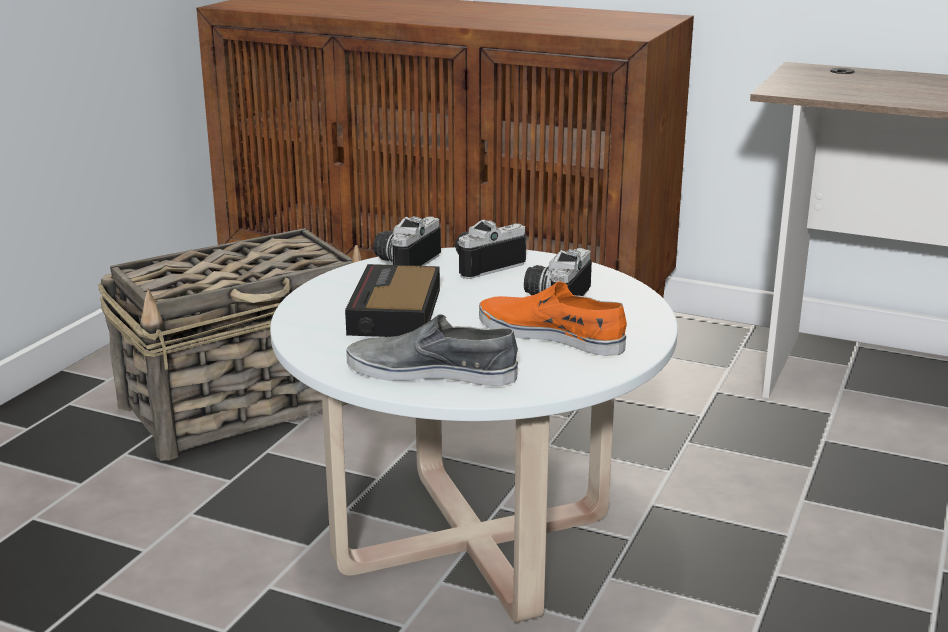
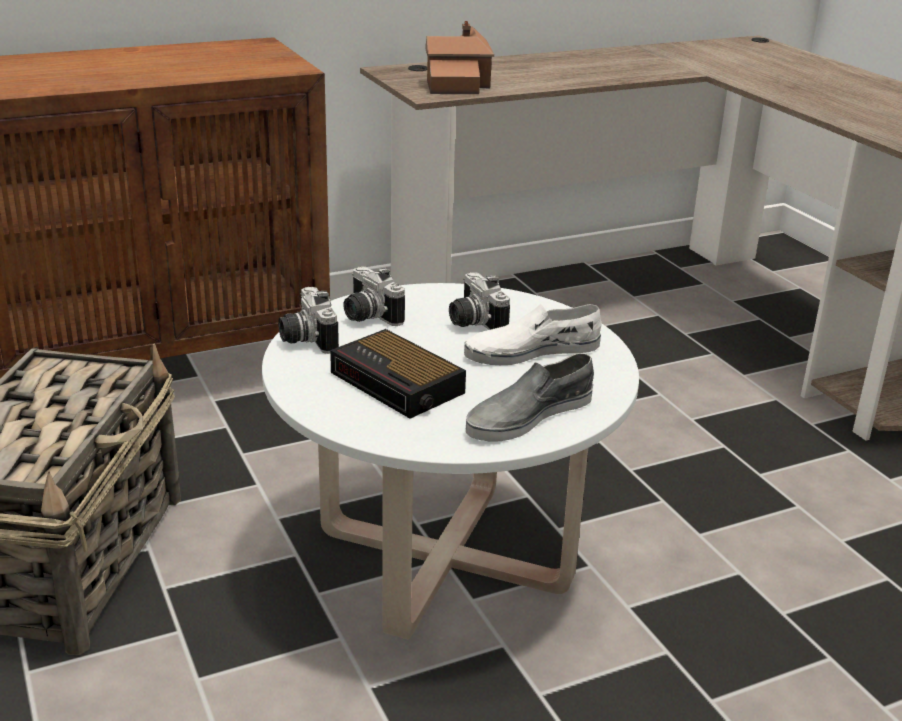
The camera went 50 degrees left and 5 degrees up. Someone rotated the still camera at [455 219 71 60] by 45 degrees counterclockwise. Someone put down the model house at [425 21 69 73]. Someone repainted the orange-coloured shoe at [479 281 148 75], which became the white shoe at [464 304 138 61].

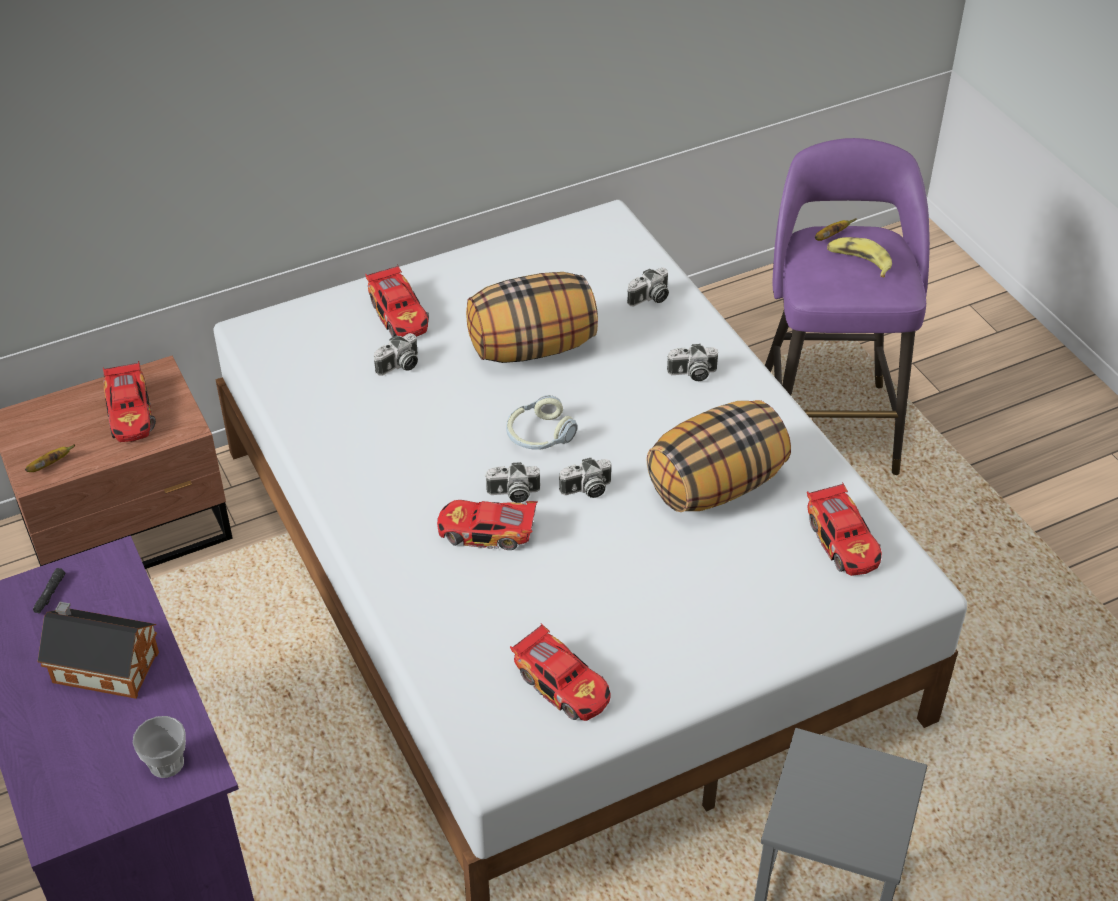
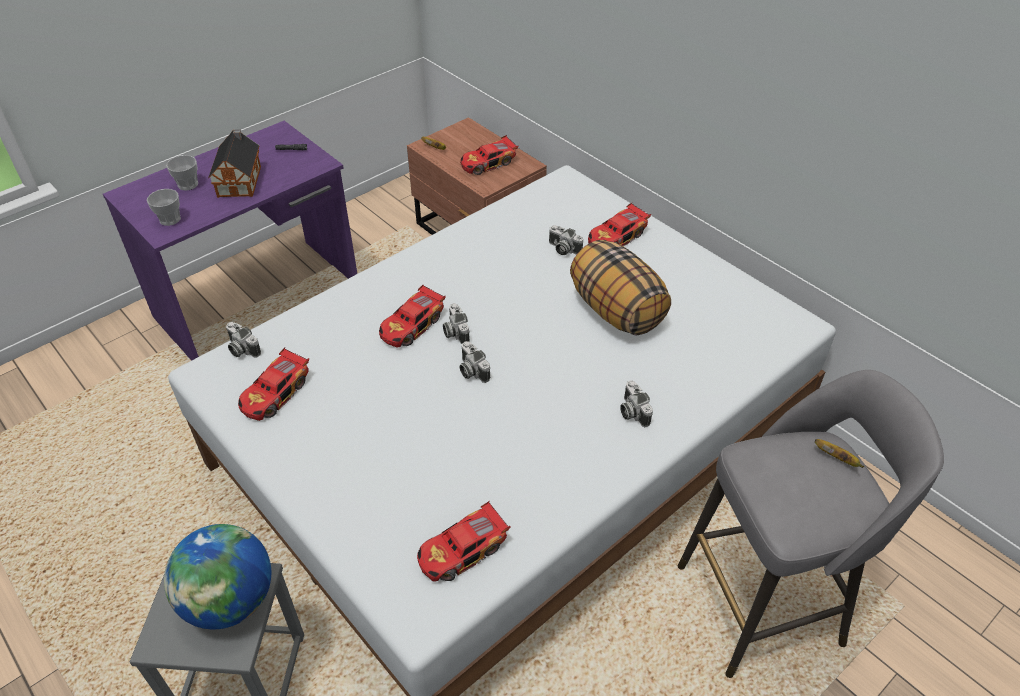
The camera went 75 degrees right and 0 degrees up. Someone put down the world globe at [164 524 107 105]. Someone put down the small cup at [166 155 32 36]. Someone carried the still camera from [627 267 42 39] to [226 322 35 35]. Someone rotated the miniature car at [437 500 101 50] by 135 degrees counterclockwise. Someone repainted the purplish stool at [765 138 165 337], which became the greyish stool at [678 370 266 308]. Someone took away the headset at [506 395 72 55]. Someone took away the throw pillow at [646 400 145 112]. Someone took away the banana at [827 237 65 40].

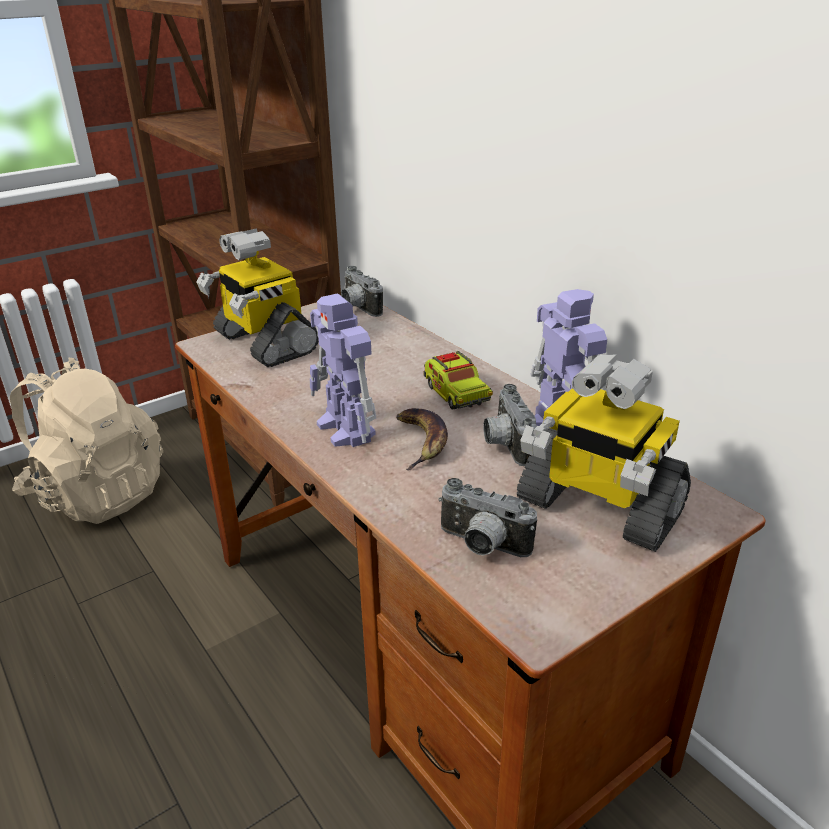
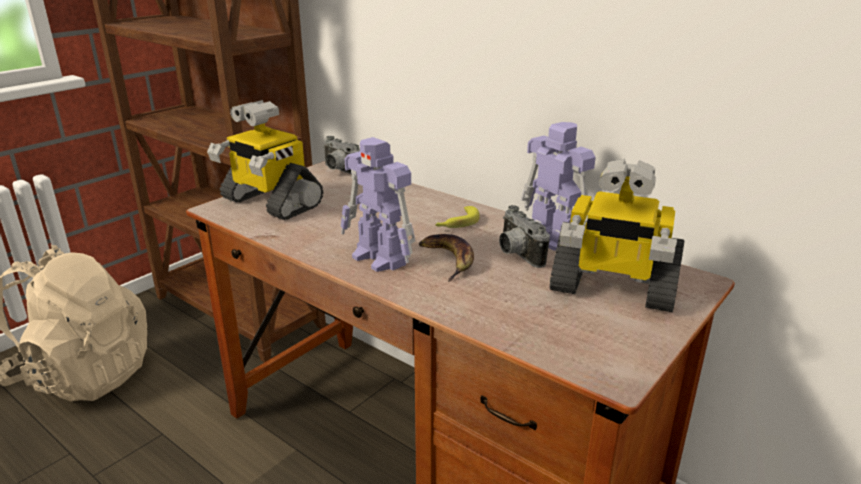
The camera went 15 degrees left and 5 degrees down. Someone swapped the toy truck at [423 351 70 59] for the banana at [435 206 45 22]. Someone took away the still camera at [438 478 99 79].

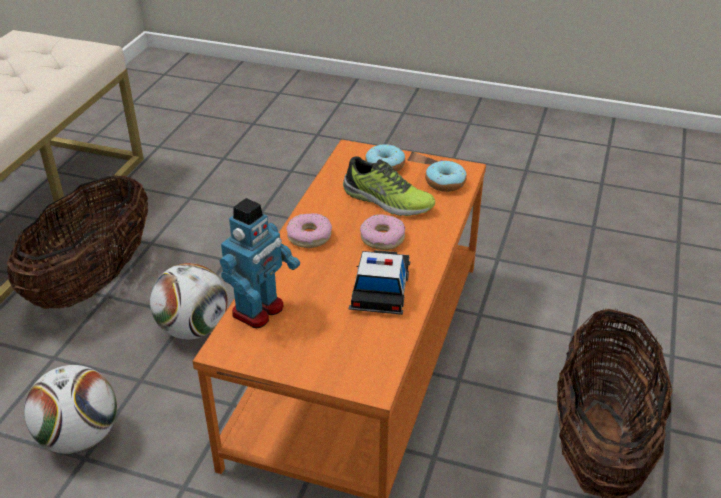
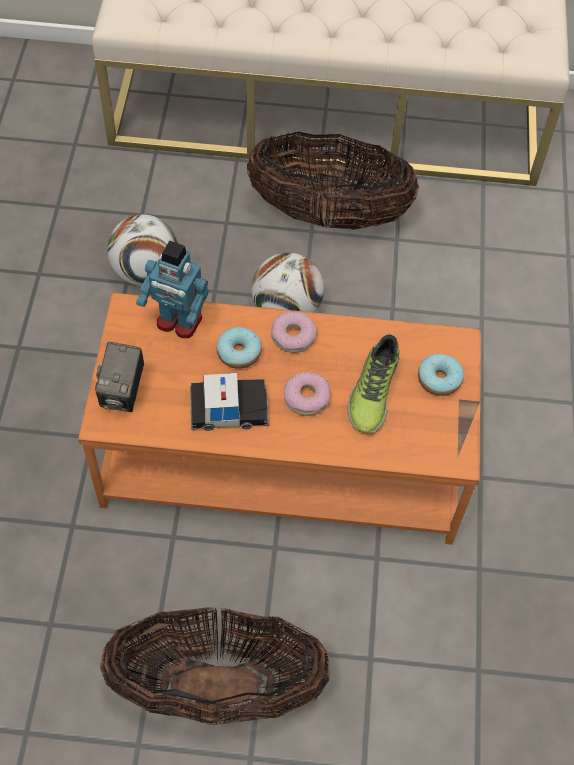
The camera went 75 degrees right and 20 degrees up. Someone put down the still camera at [95 342 49 70]. Someone carried the ring doughnut from [425 160 42 32] to [217 327 45 42].

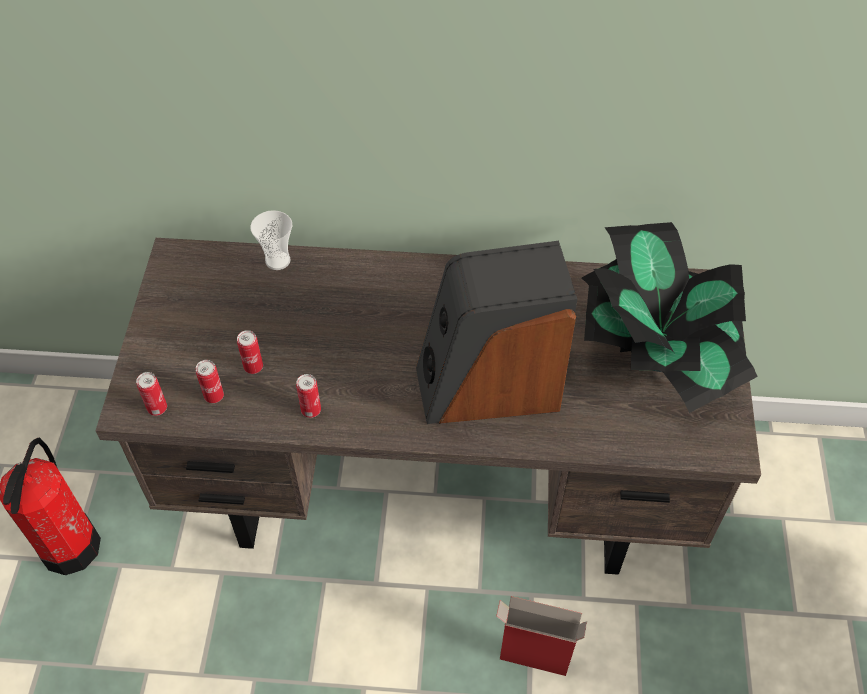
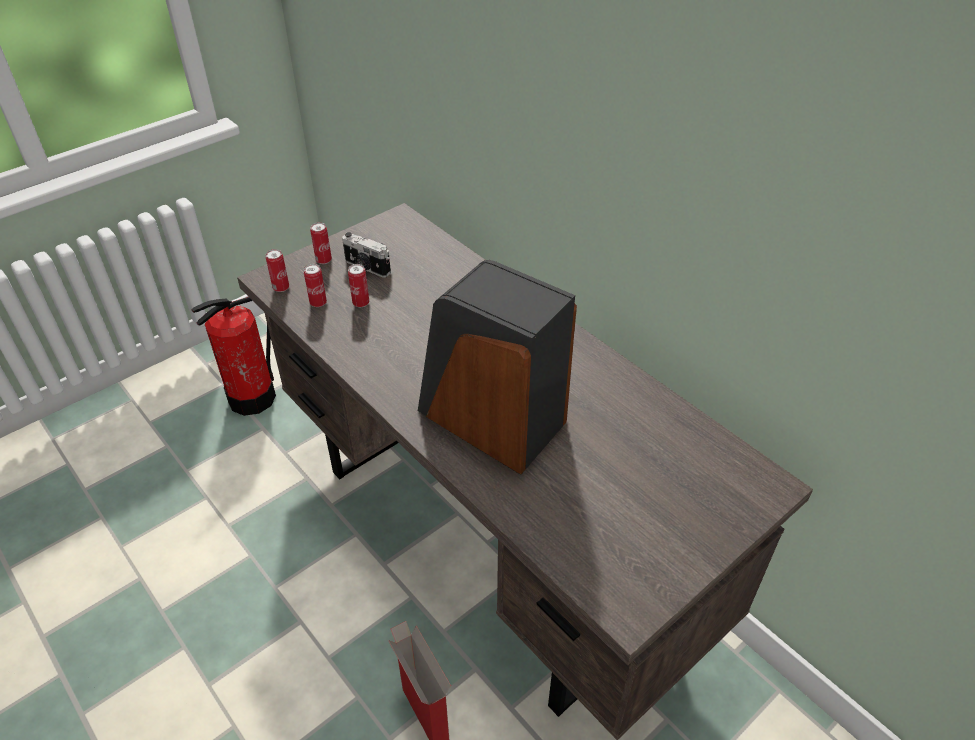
The camera went 45 degrees right and 10 degrees down. Someone carried the sealed can from [296 374 25 44] to [310 222 22 42]. Someone put down the still camera at [342 232 49 46]. Someone took away the small cup at [251 210 41 60]. Someone took away the houseplant at [582 222 176 191].

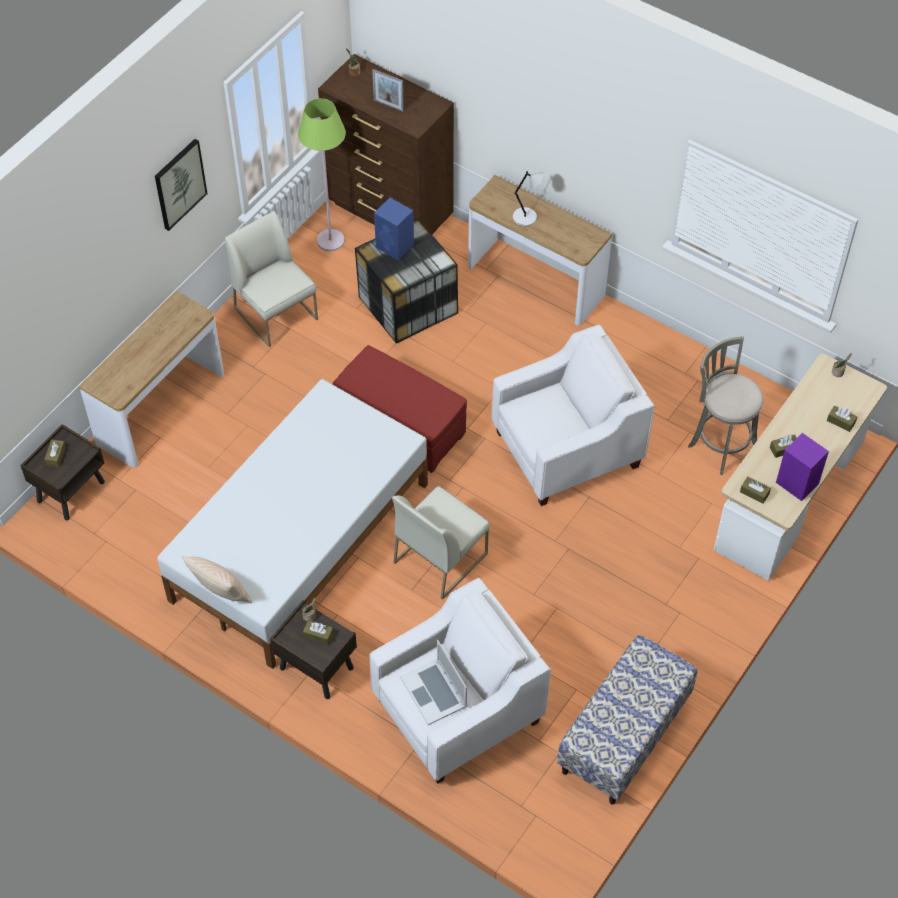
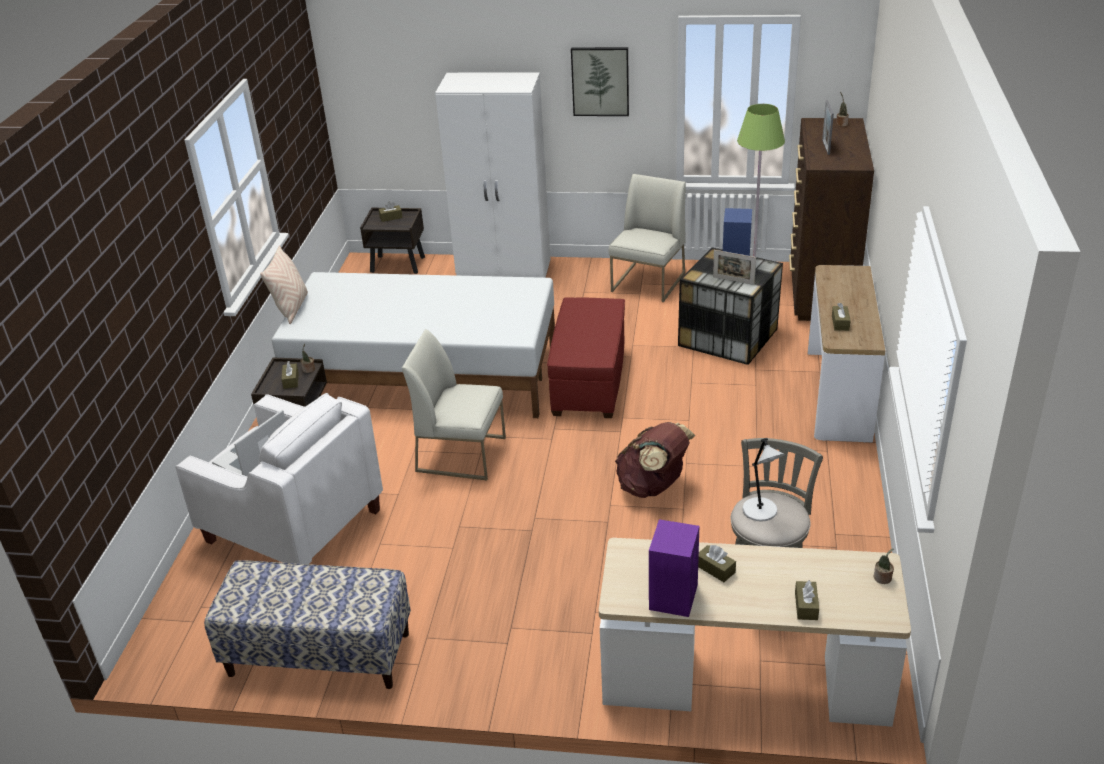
The camera went 65 degrees right and 20 degrees down. Someone swapped the console table at [79 291 145 176] for the white clothes cupboard at [435 73 116 205]. Someone swapped the white easy chair at [491 325 164 181] for the brown knapsack at [615 422 80 76]. Someone put down the photo frame at [713 250 43 35]. Someone carried the greyish tabletop lamp from [513 171 31 55] to [743 438 42 84]. Someone carried the brown box of tissues from [740 476 31 28] to [832 303 19 28].

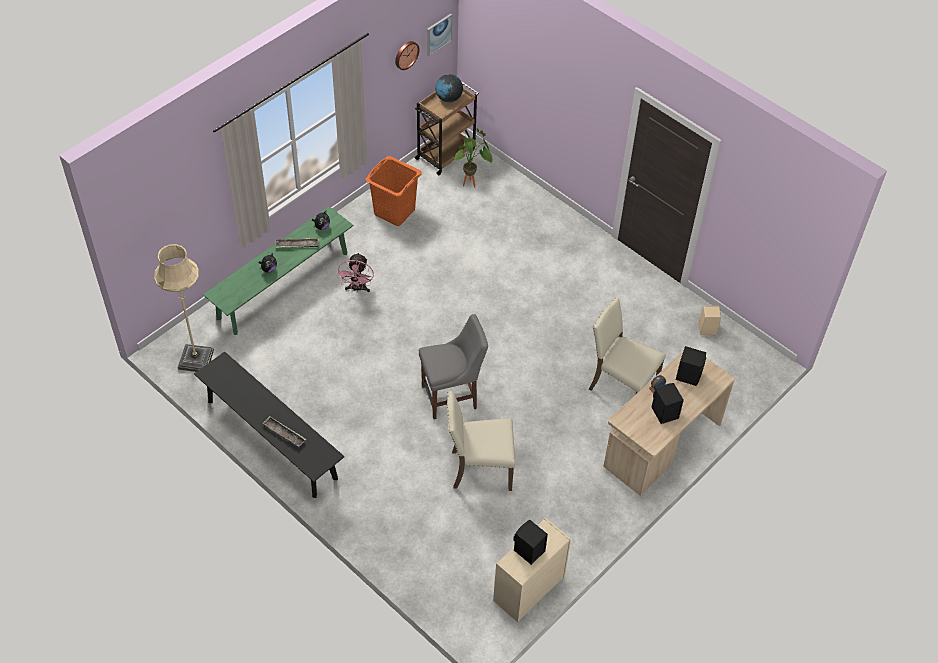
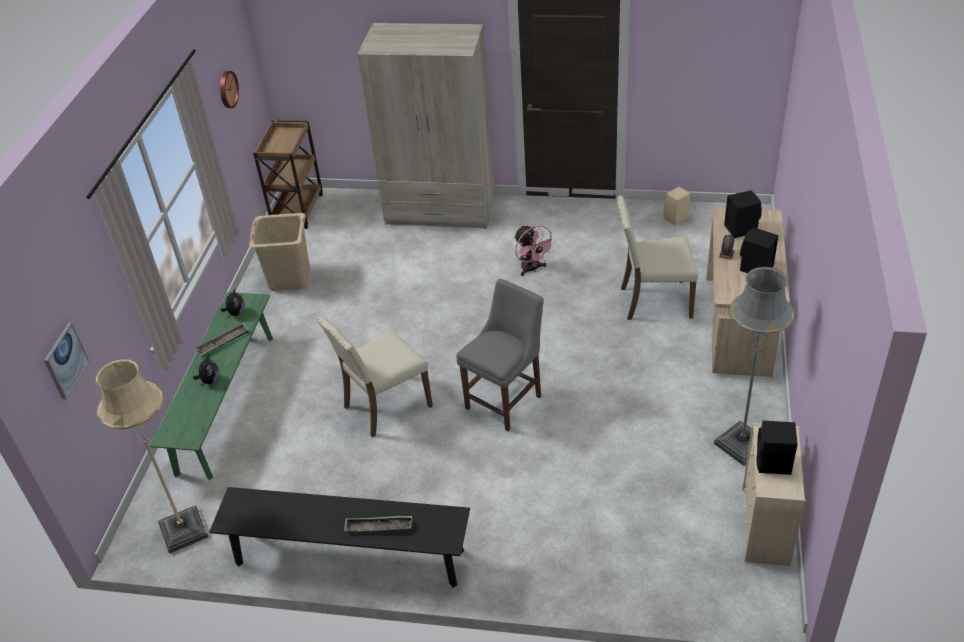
The camera went 30 degrees left and 10 degrees down. Someone carried the wall art from [427 14 25 42] to [44 323 45 76]. Someone repainted the orange-coloured hamper at [365 156 57 70], which became the beige-coloured hamper at [249 213 61 78]. Someone carried the beige-coloured plain chair from [447 391 68 100] to [317 316 116 121]. Someone put down the beige-coloured clothes cupboard at [358 23 137 206]. Someone carried the pink electric fan from [337 252 37 40] to [514 225 42 51]. Someone put down the greyish standing lamp at [714 267 80 199]. Someone took away the world globe at [435 74 28 28]. Someone took away the houseplant at [454 128 38 60].

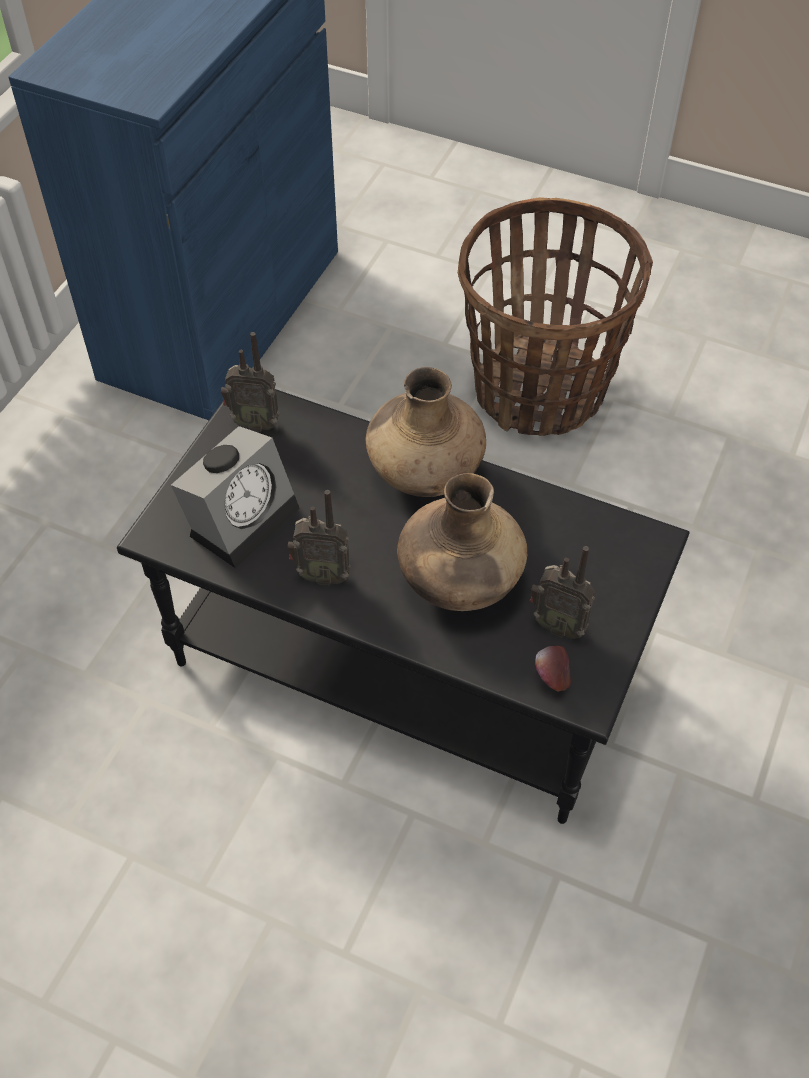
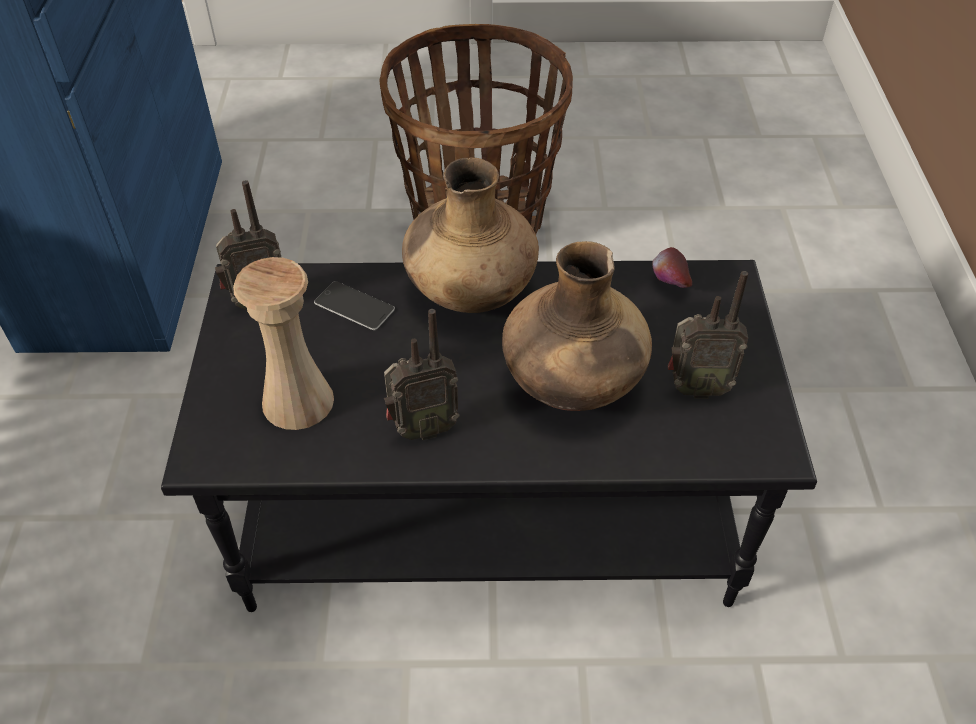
The camera went 25 degrees left and 5 degrees down. Someone swapped the table clock at [171 426 128 142] for the beige-coloured flower vase at [233 257 101 173]. Someone put down the phone at [314 281 81 49]. Someone carried the apple from [535 646 36 45] to [652 247 40 41].

